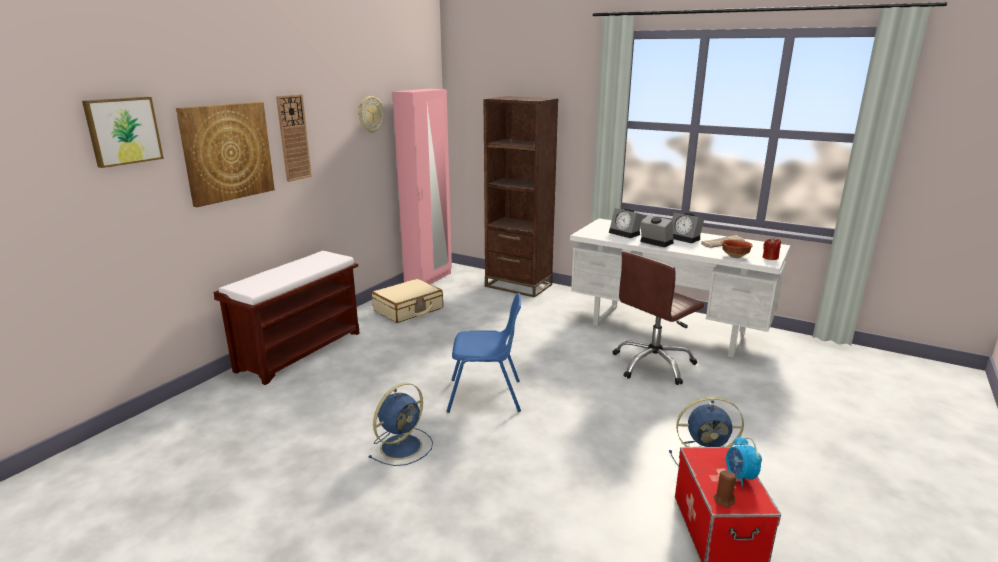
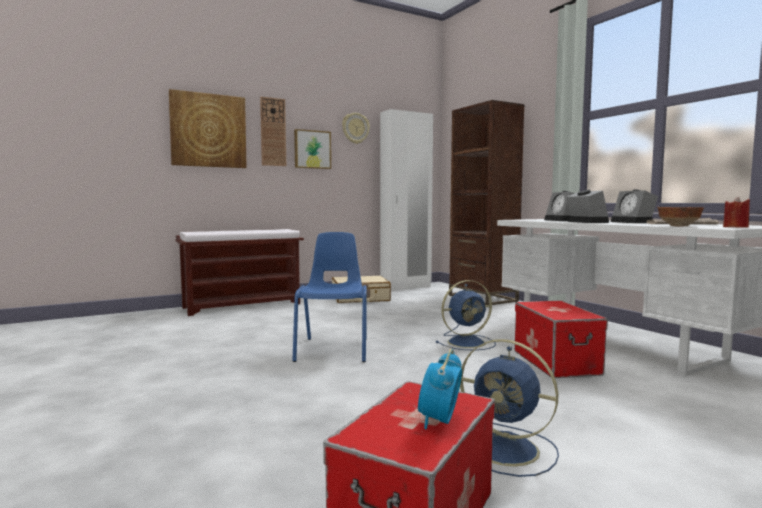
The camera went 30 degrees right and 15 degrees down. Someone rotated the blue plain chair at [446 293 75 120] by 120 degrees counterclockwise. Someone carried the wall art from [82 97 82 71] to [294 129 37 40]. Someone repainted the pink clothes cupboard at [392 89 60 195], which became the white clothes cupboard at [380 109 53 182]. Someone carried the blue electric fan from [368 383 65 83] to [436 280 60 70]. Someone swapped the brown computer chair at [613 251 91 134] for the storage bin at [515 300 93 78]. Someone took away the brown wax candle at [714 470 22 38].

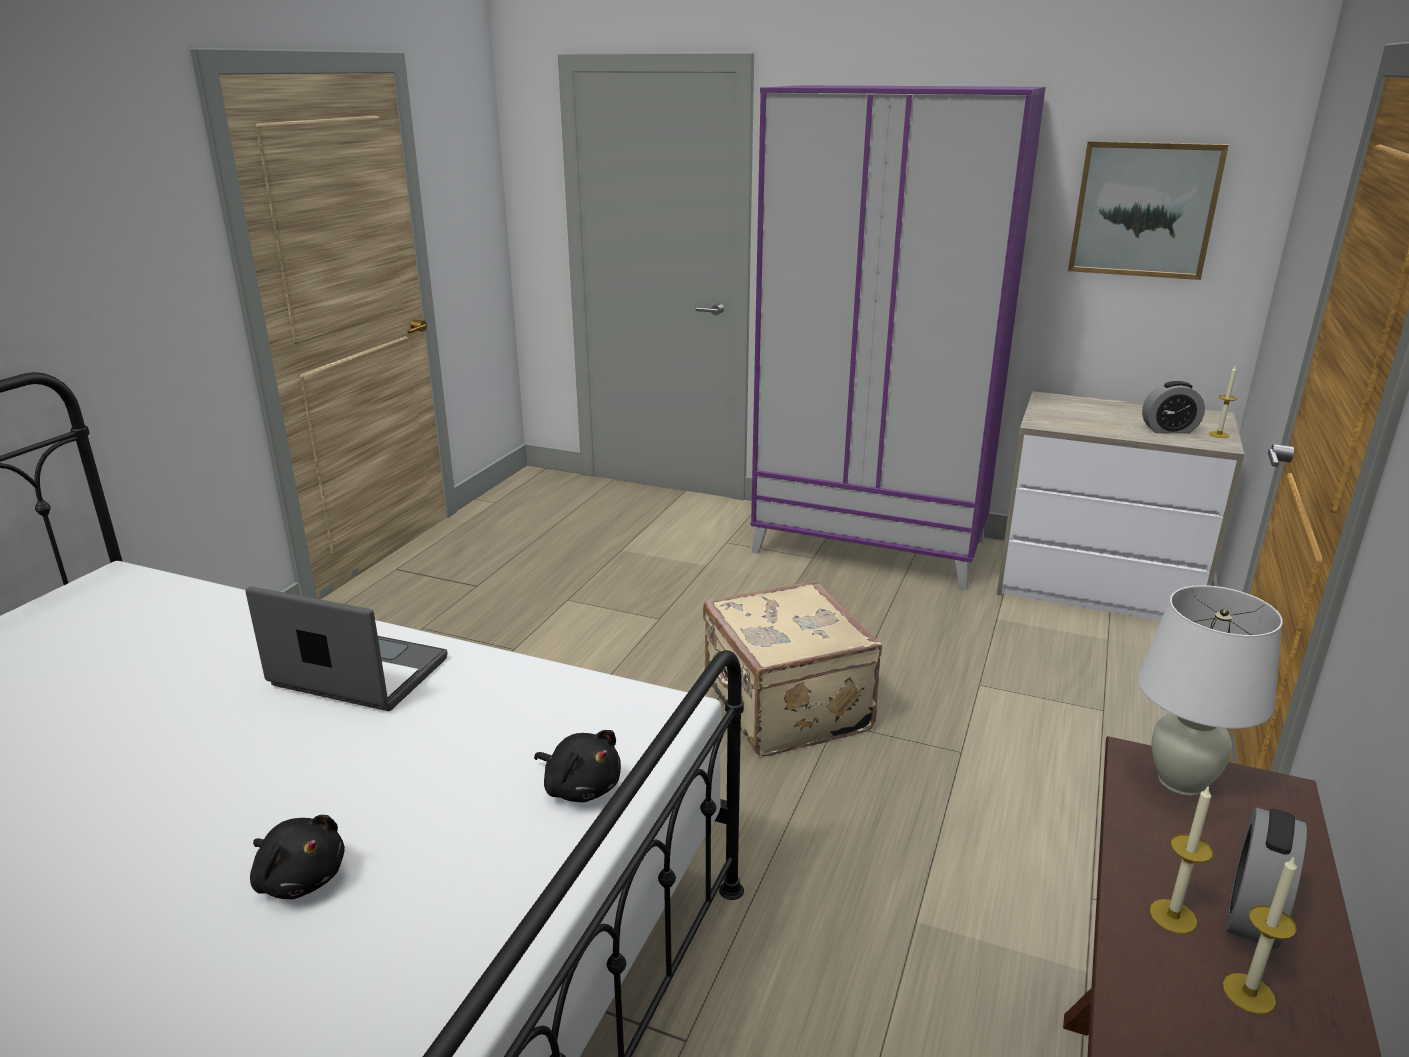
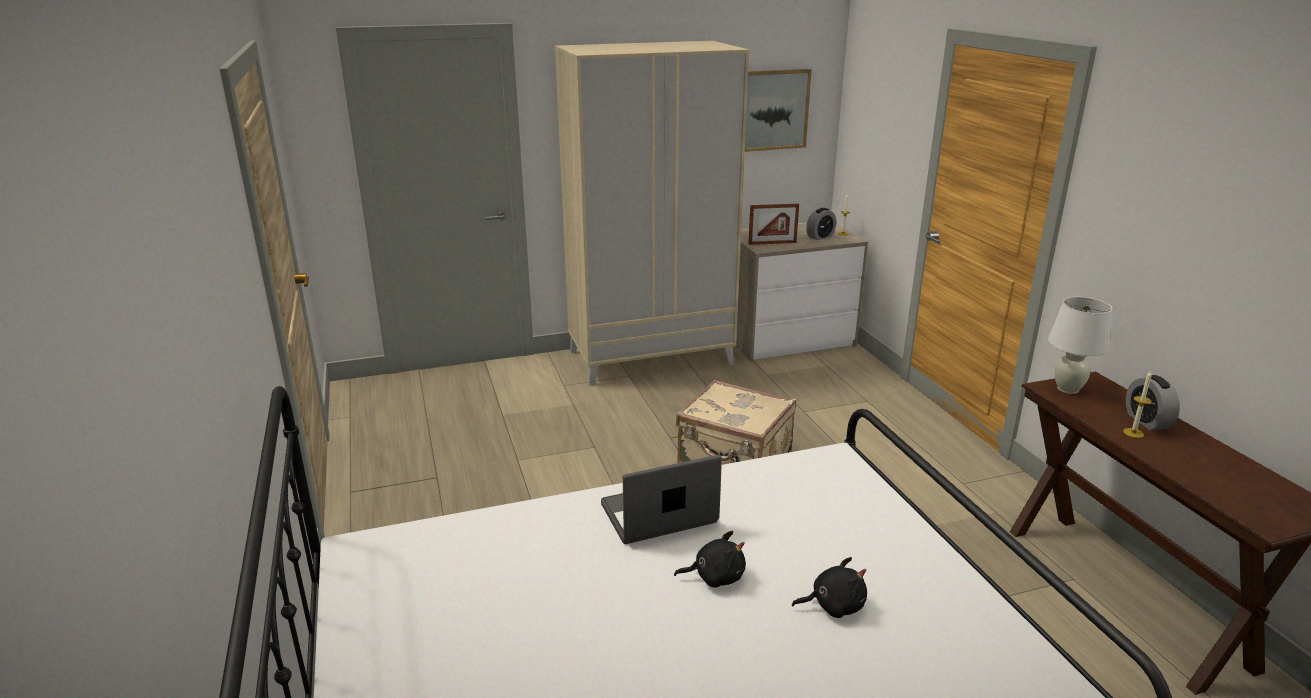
The camera went 40 degrees left and 0 degrees up. Someone repainted the purplish clothes cupboard at [751 85 295 505], which became the beige-coloured clothes cupboard at [555 41 194 345]. Someone carried the blackish plush toy from [534 730 87 72] to [674 531 72 57]. Someone put down the photo frame at [748 204 51 41]. Someone took away the wax candle at [1223 856 74 158].

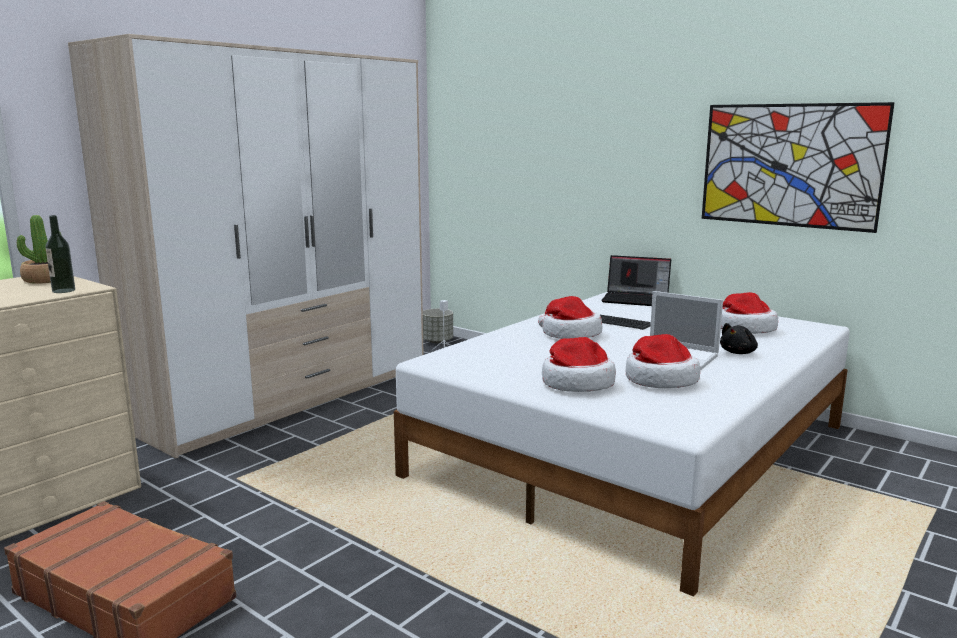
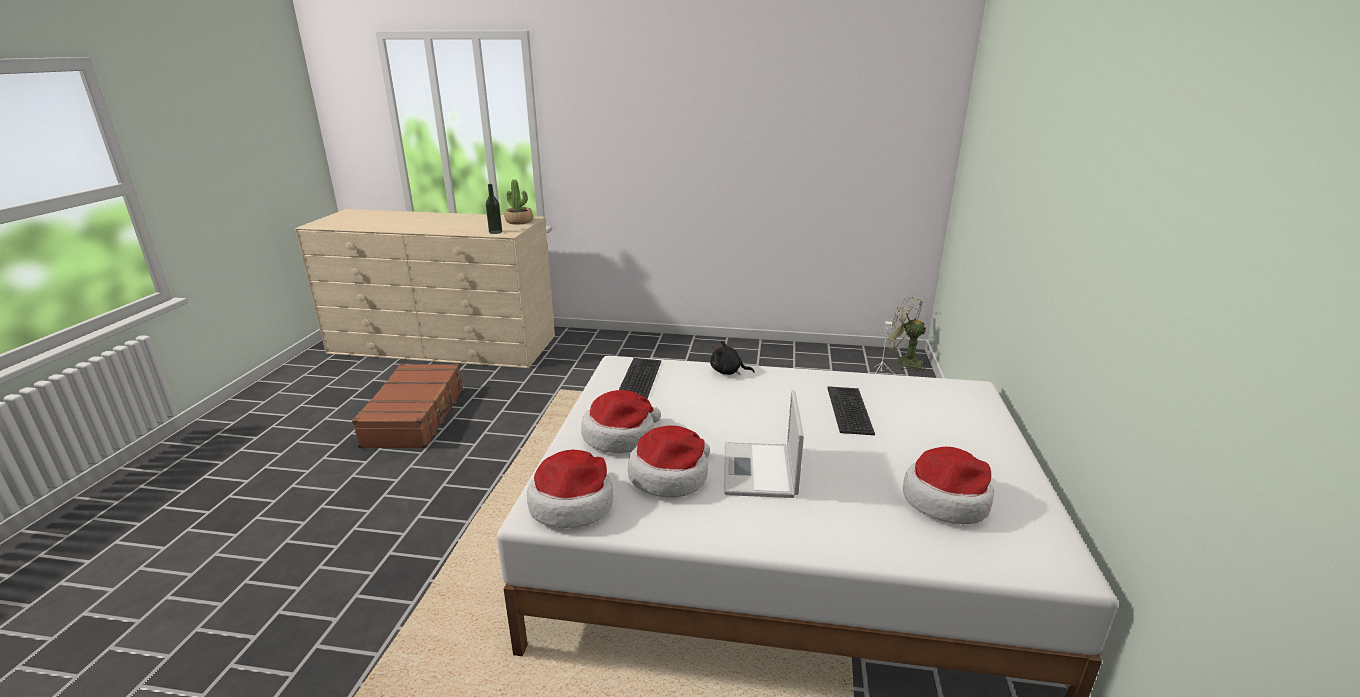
The camera went 60 degrees right and 10 degrees up. Someone carried the hat from [538 296 64 43] to [527 450 86 78]. Someone put down the keyboard at [619 358 42 41]. Someone carried the blackish plush toy from [720 323 38 31] to [710 341 44 34]. Someone swapped the greyish plant pot at [423 309 30 34] for the greenish electric fan at [885 297 43 75]. Someone took away the clothes cupboard at [68 34 356 424]. Someone took away the portable computer at [601 255 70 51]. Someone took away the wall art at [702 102 193 131].

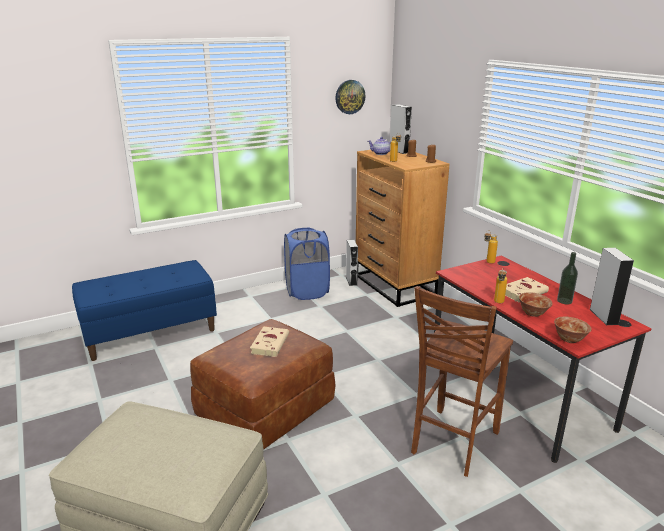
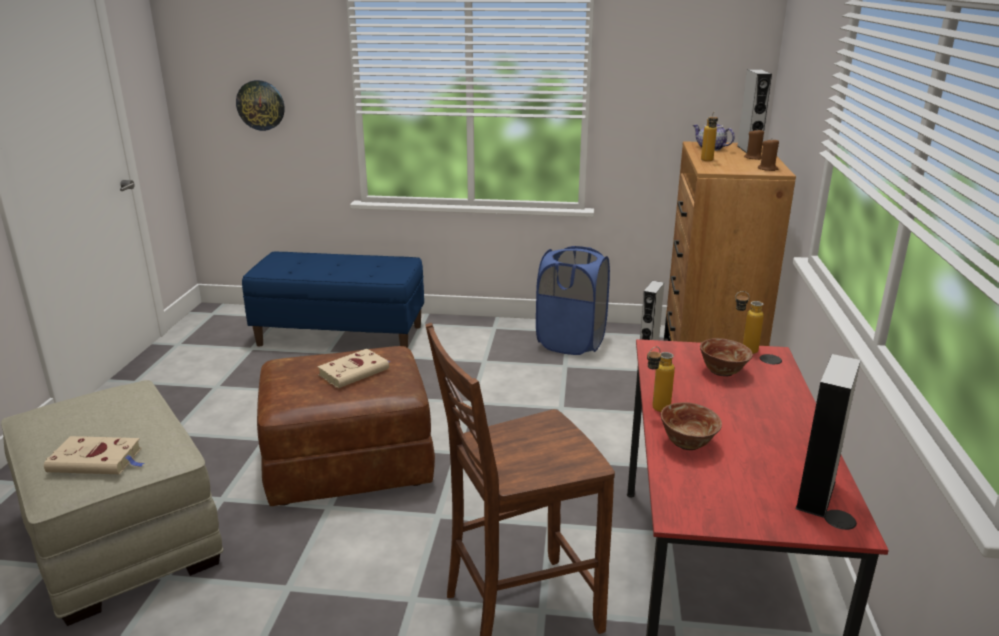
The camera went 35 degrees right and 0 degrees up. Someone carried the beige-coloured volume from [505 277 44 25] to [44 436 101 38]. Someone carried the wall clock from [335 80 30 34] to [236 80 49 51]. Someone carried the serving bowl from [554 316 38 27] to [700 338 53 39]. Someone took away the bottle at [557 252 21 52].

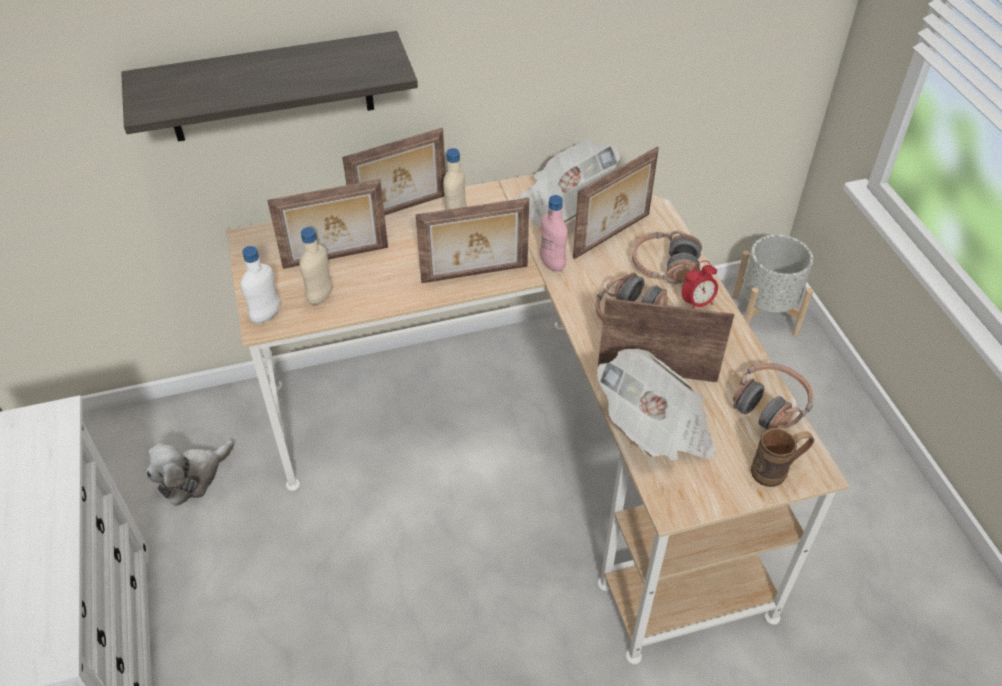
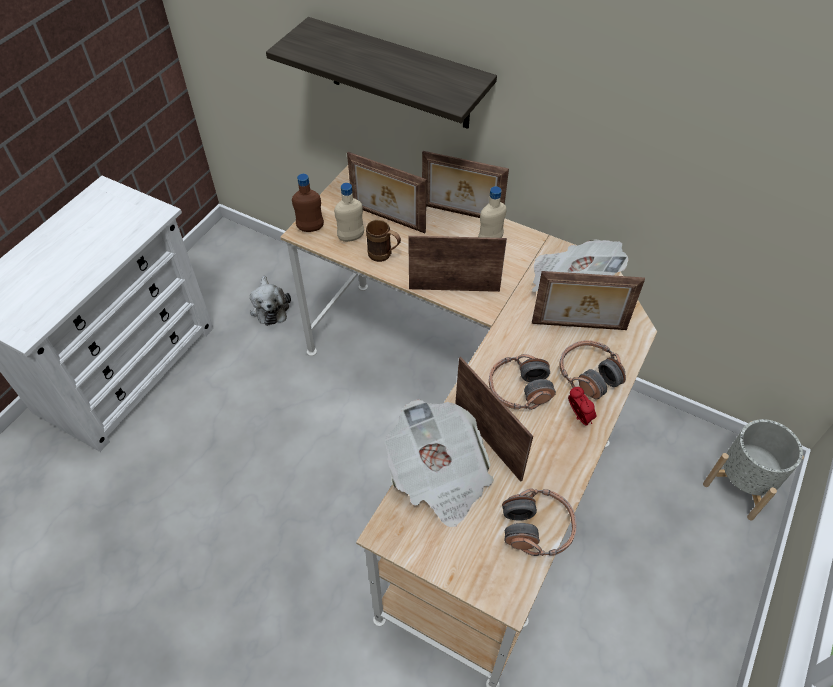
The camera went 45 degrees right and 5 degrees up. Someone rotated the plush toy at [146 440 88 66] by 105 degrees counterclockwise. Someone repainted the white bottle at [240 246 40 77], which became the brown bottle at [292 174 32 58]. Someone carried the brown tea mug from [751 428 63 59] to [366 220 35 42]. Someone rotated the photo frame at [416 198 113 85] by 150 degrees clockwise. Someone rotated the table clock at [682 261 36 48] by 135 degrees counterclockwise. Someone took away the pink bottle at [540 195 28 77].

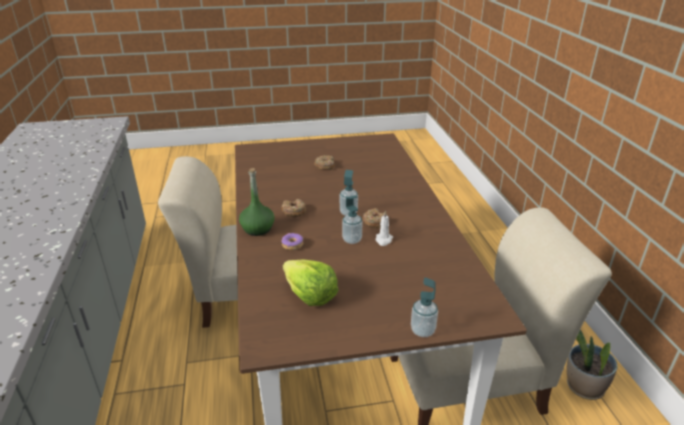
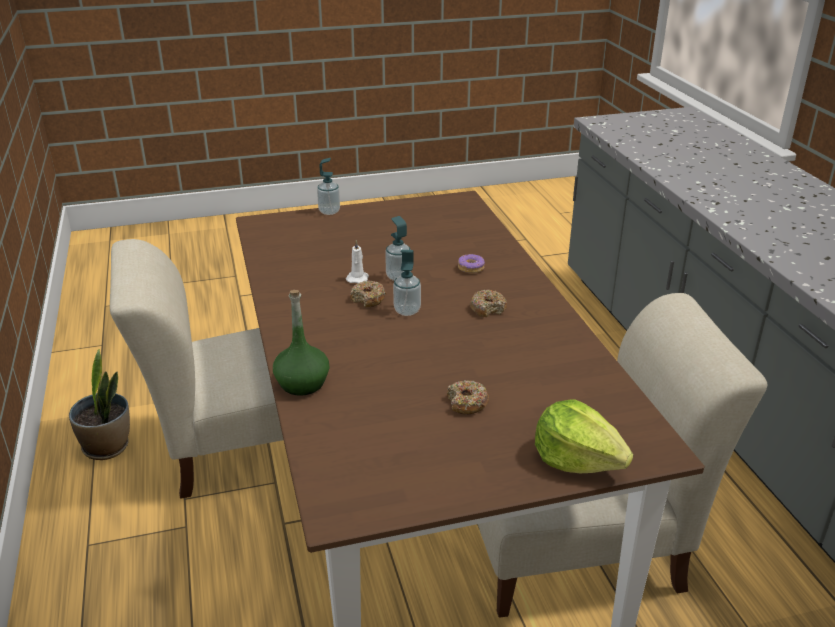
The camera went 175 degrees right and 0 degrees up. Someone carried the greenish bottle from [239 168 36 68] to [273 290 56 106]. Someone carried the head of lettuce from [283 260 56 46] to [535 399 98 74].

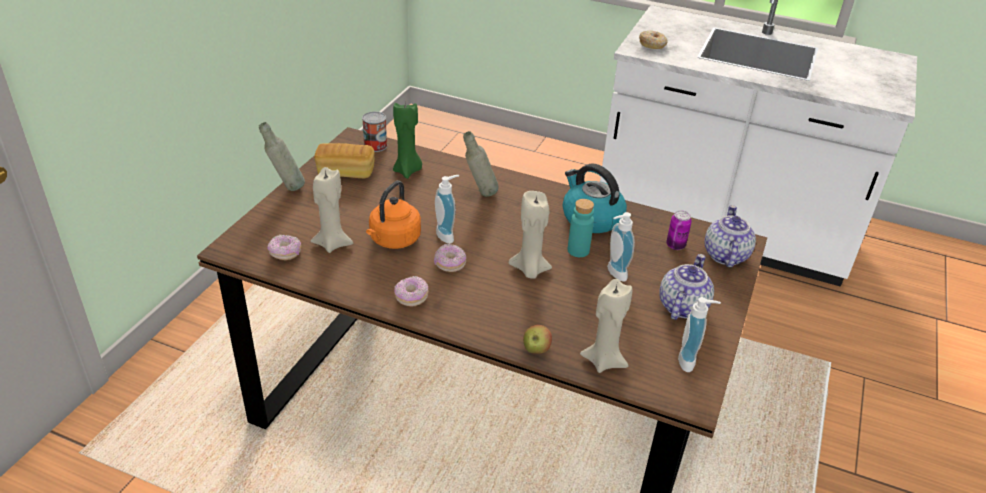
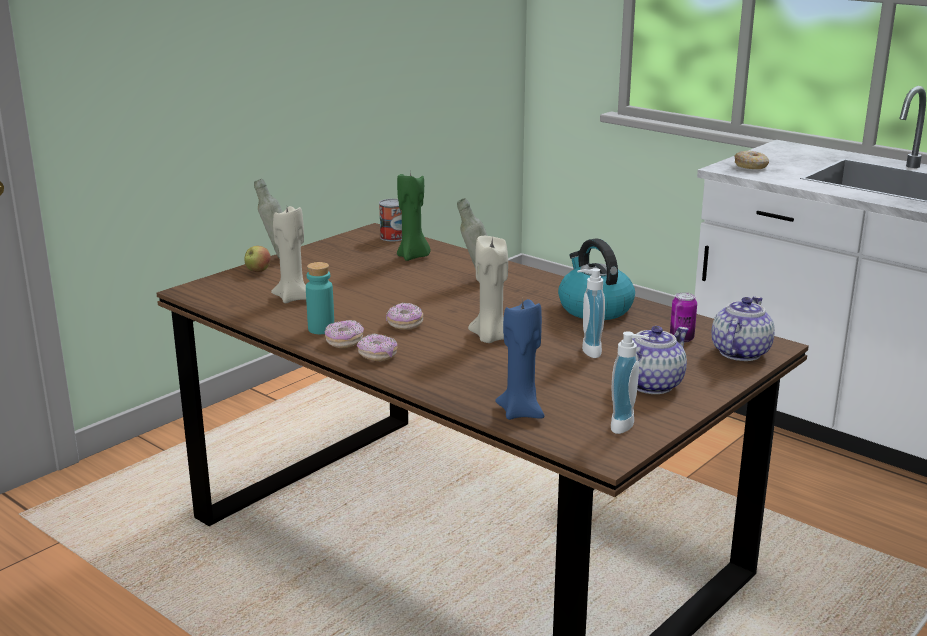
The camera went 20 degrees right and 15 degrees down. Someone carried the apple from [523 325 29 29] to [244 246 27 26]. Someone carried the turquoise-coloured bottle from [568 199 26 58] to [306 262 28 72]. Someone carried the ring doughnut from [267 234 34 26] to [357 334 40 27]. Someone repainted the beige-coloured wax candle at [580 279 52 94], which became the blue wax candle at [495 299 50 121]. Someone took away the baked bread at [314 143 61 35]. Someone took away the orange-coloured kettle at [366 181 55 68]. Someone took away the soap bottle at [435 175 24 69].

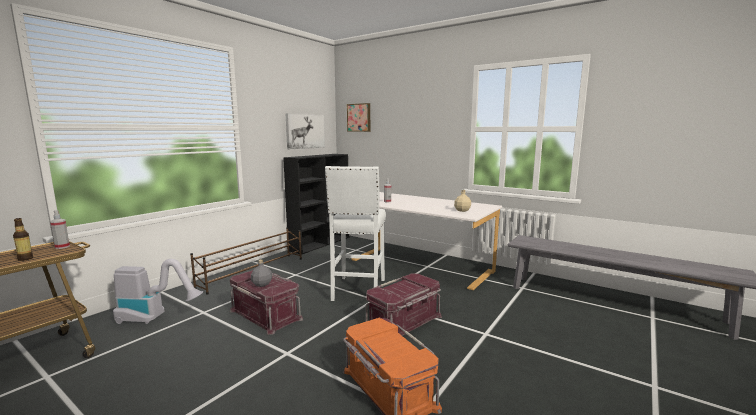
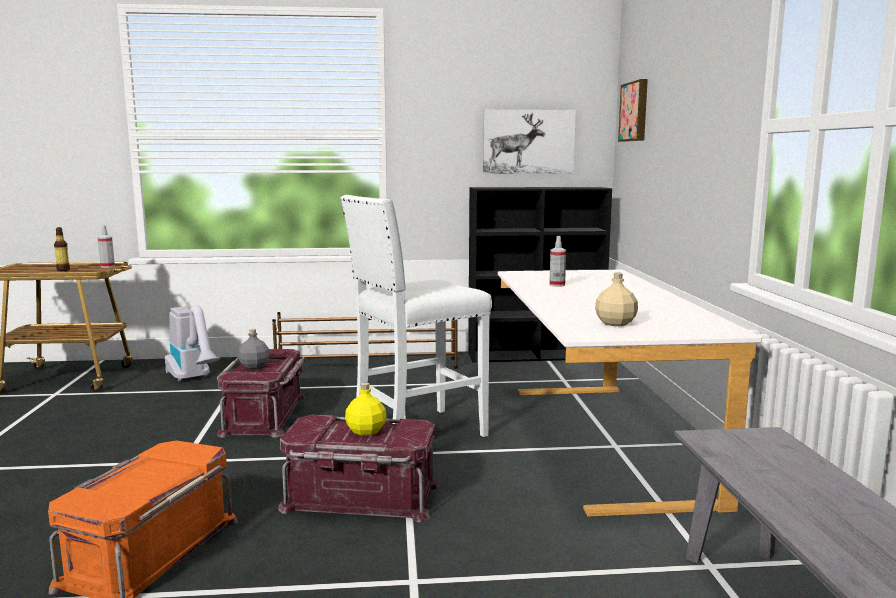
The camera went 50 degrees right and 0 degrees up. Someone put down the yellow bottle at [345 383 41 53].

